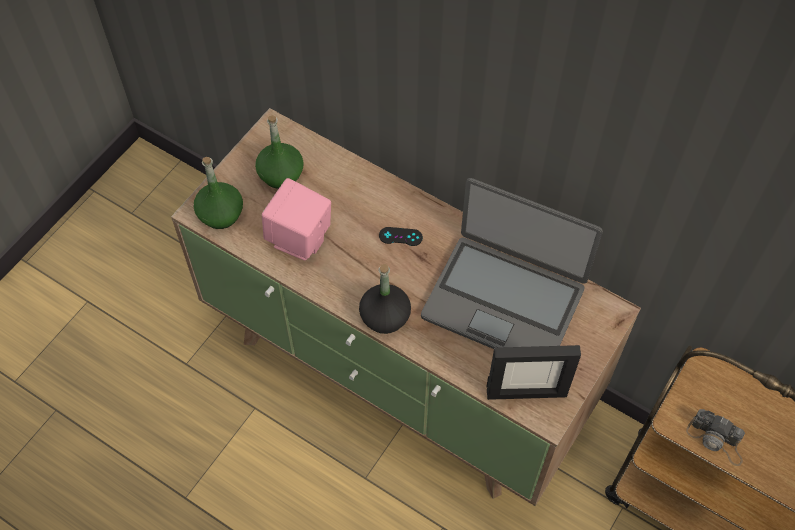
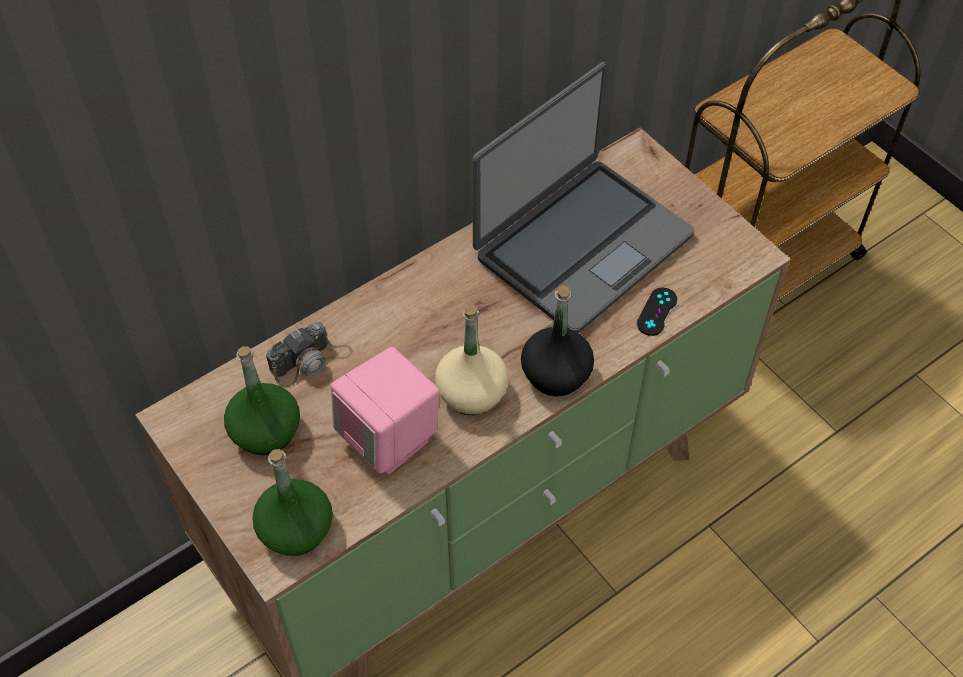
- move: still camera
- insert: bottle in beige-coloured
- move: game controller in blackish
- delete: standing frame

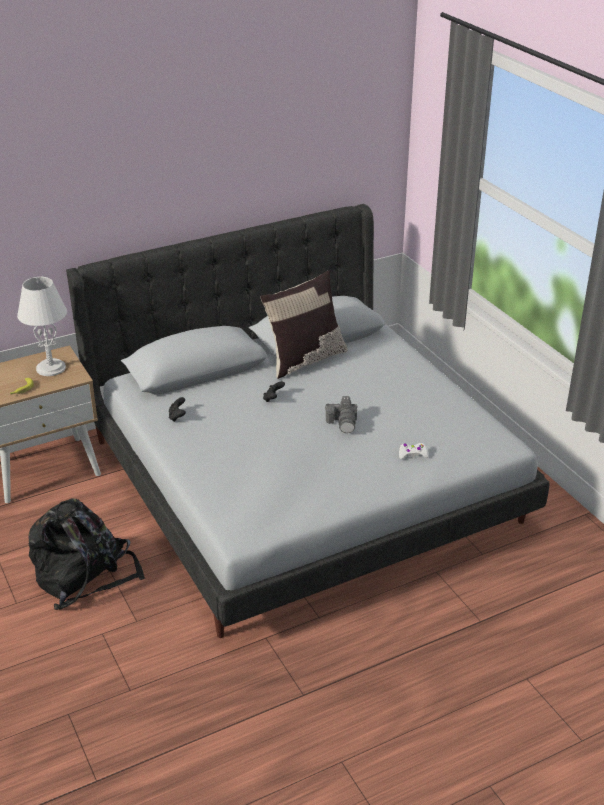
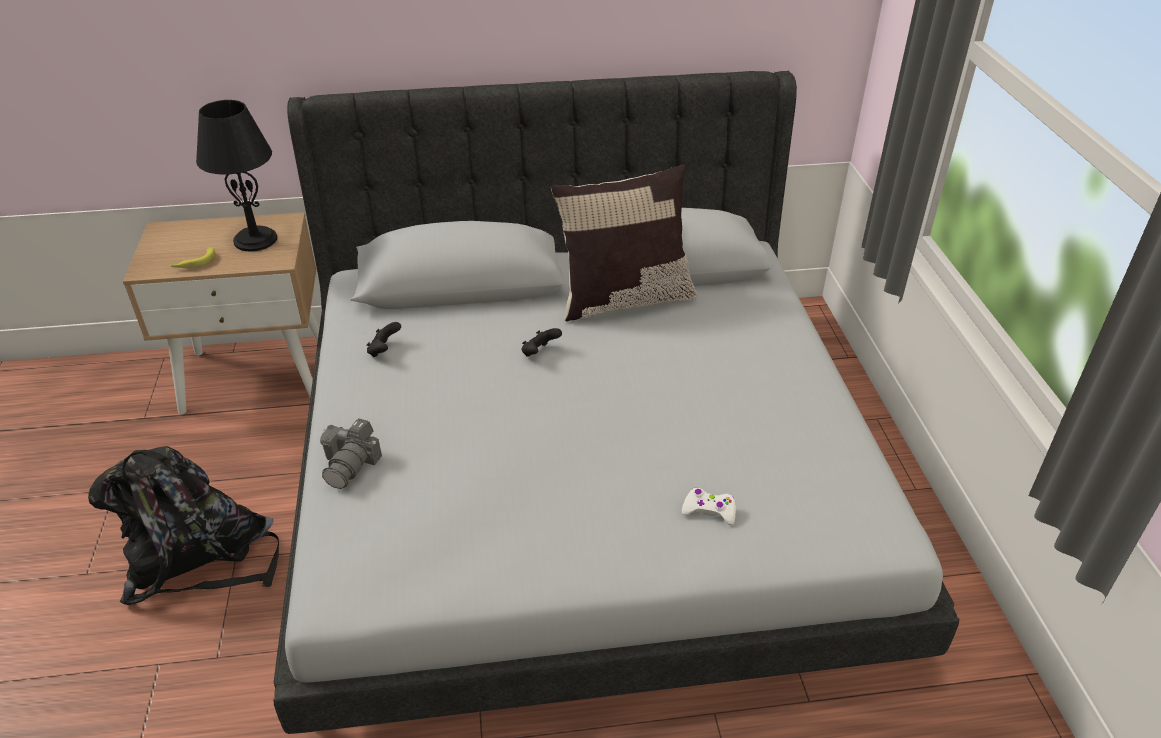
- recolor: lamp for a table in white-coloured to lamp for a table in blackish
- move: still camera

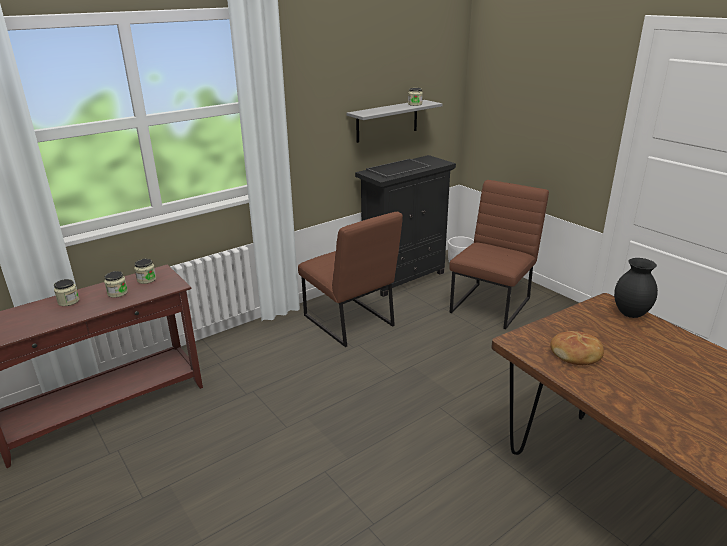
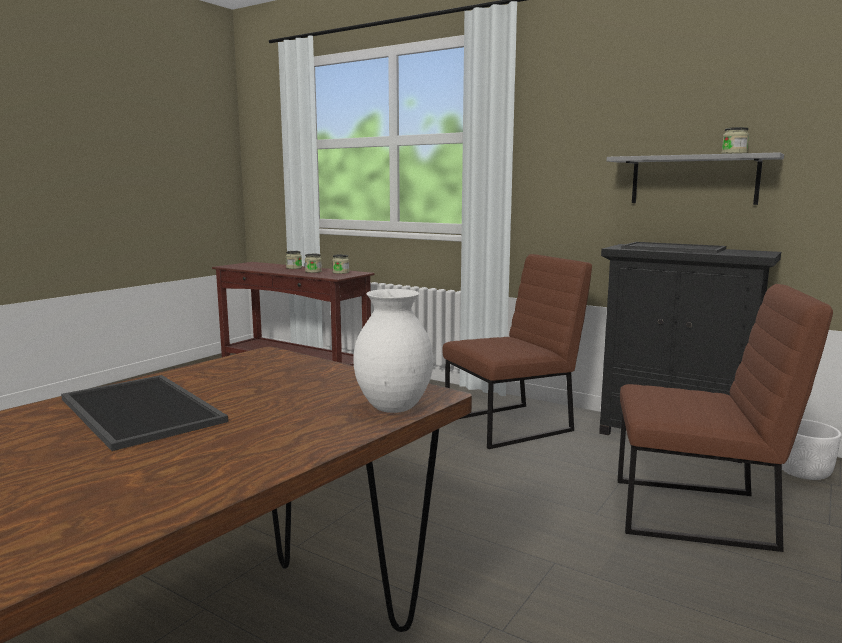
- insert: carrying tray (1st from left)
- recolor: decorative vase in blackish to decorative vase in white-coloured
- rotate: upright chair in brownish (1st from left) 150 degrees counterclockwise
- delete: baked bread

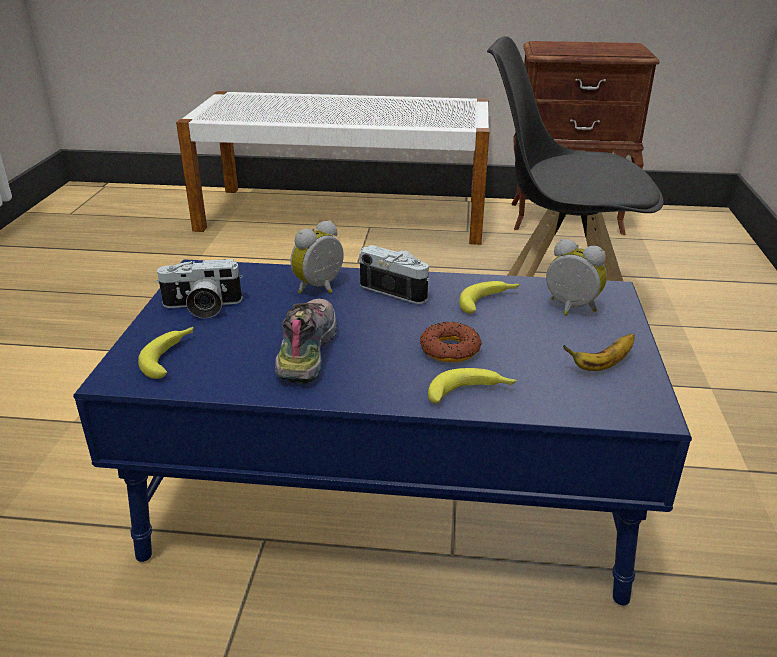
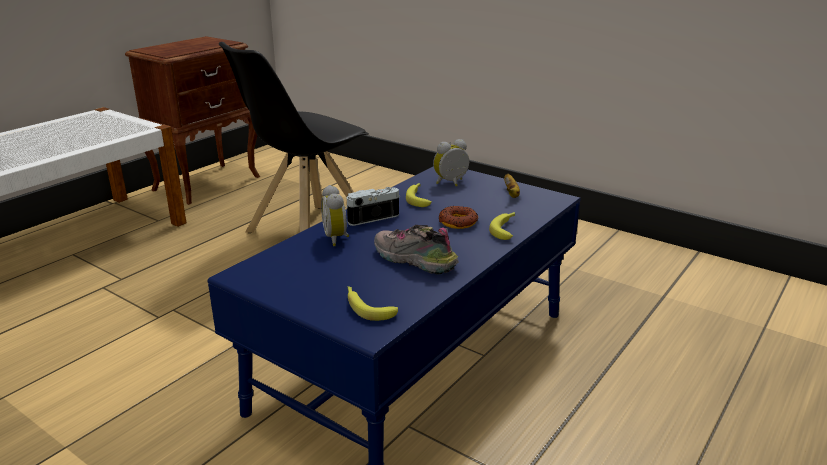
- delete: still camera (1st from left)

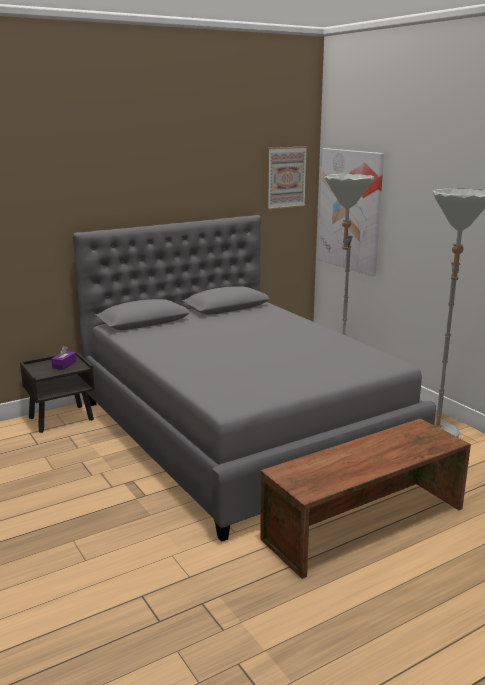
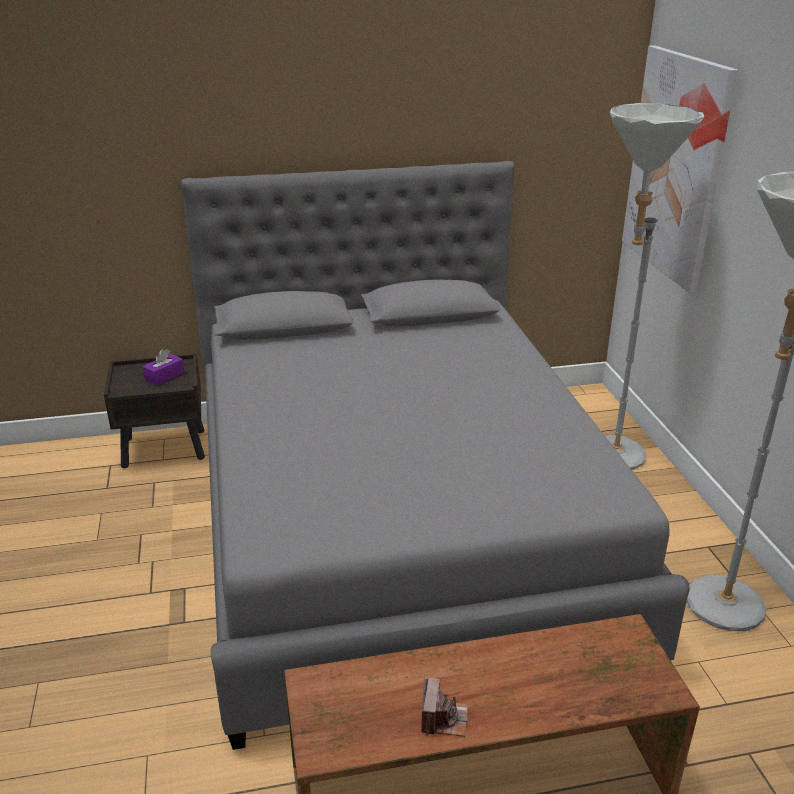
- insert: still camera
- delete: wall art (1st from left)

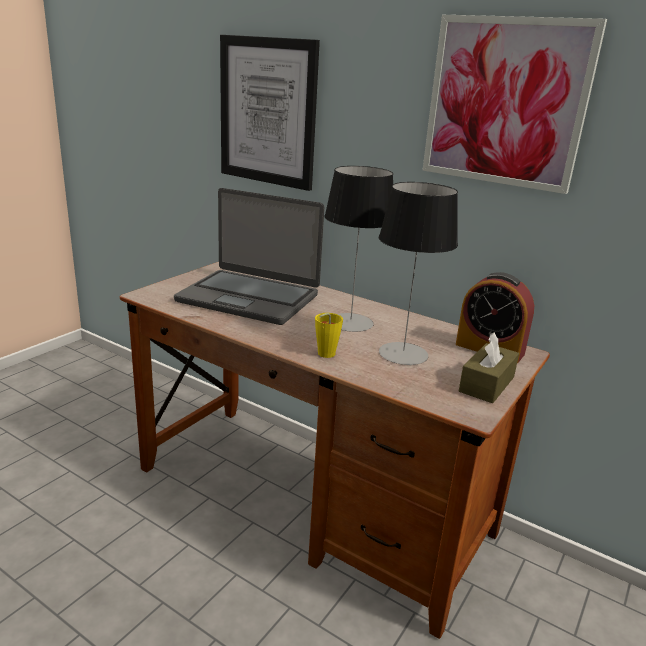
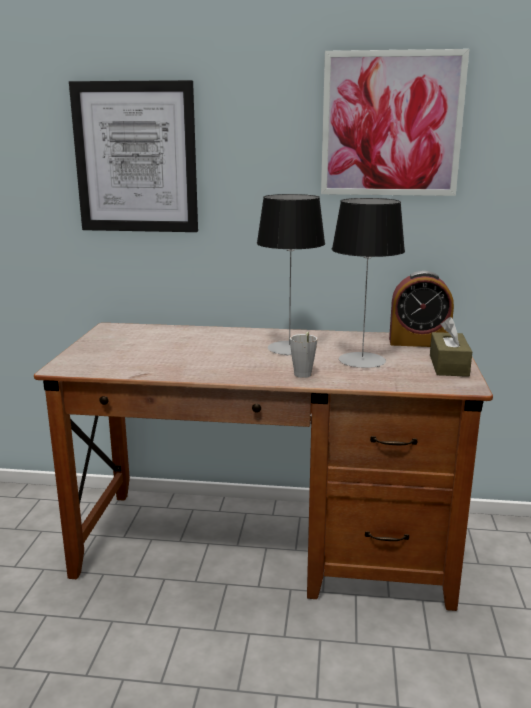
- recolor: drinking cup in yellow-coloured to drinking cup in grey
- delete: laptop

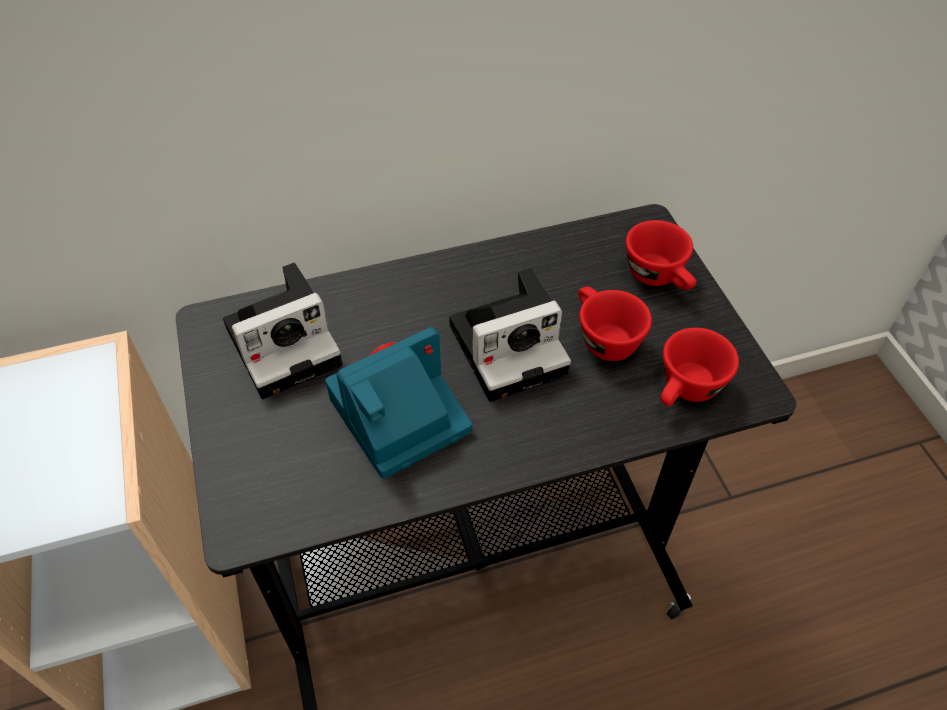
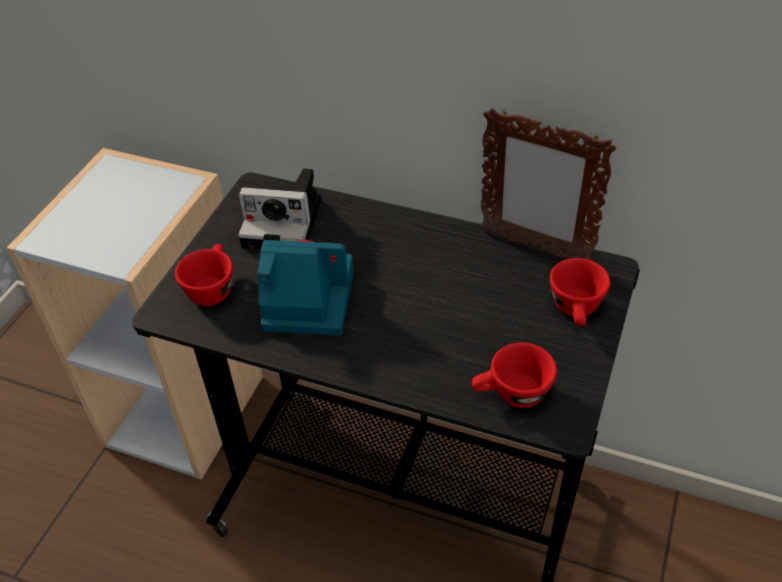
- move: drinking cup in red-coloured (1st from left)
- insert: standing frame
- delete: still camera (3rd from left)

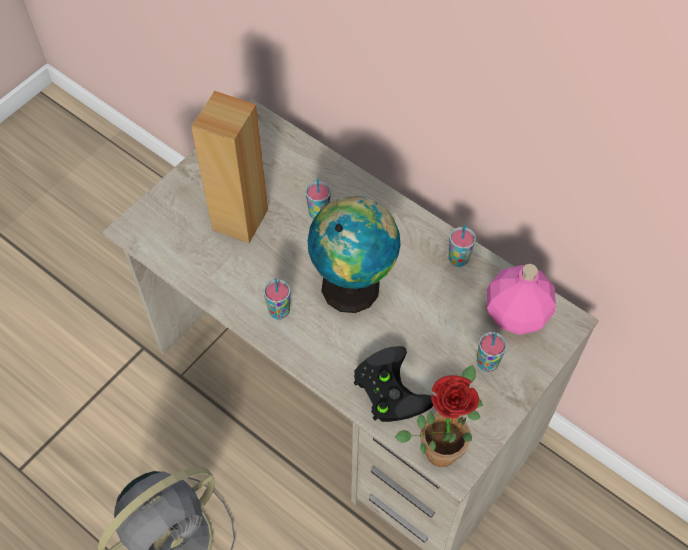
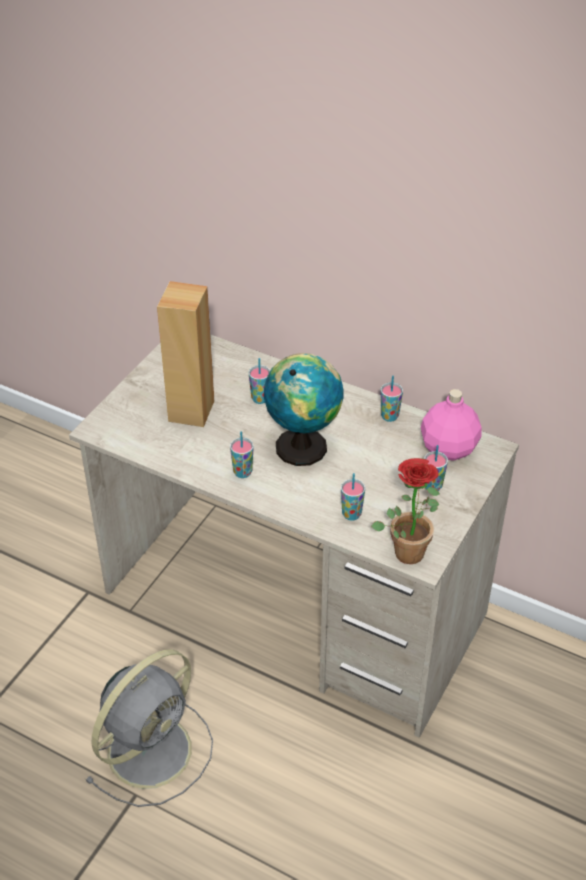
- replace: game controller in blackish to drinking cup (3rd from left)

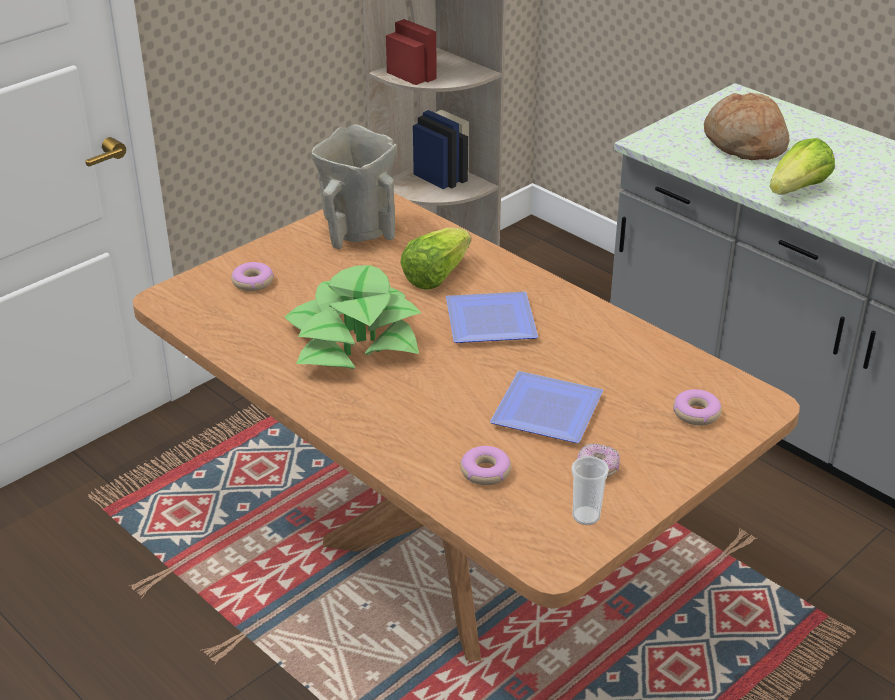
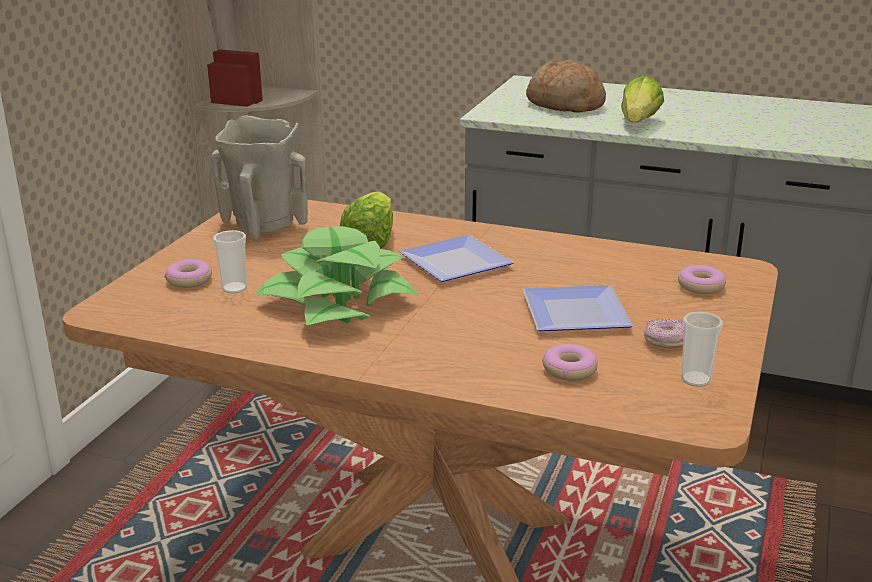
- insert: drinking cup (1st from left)

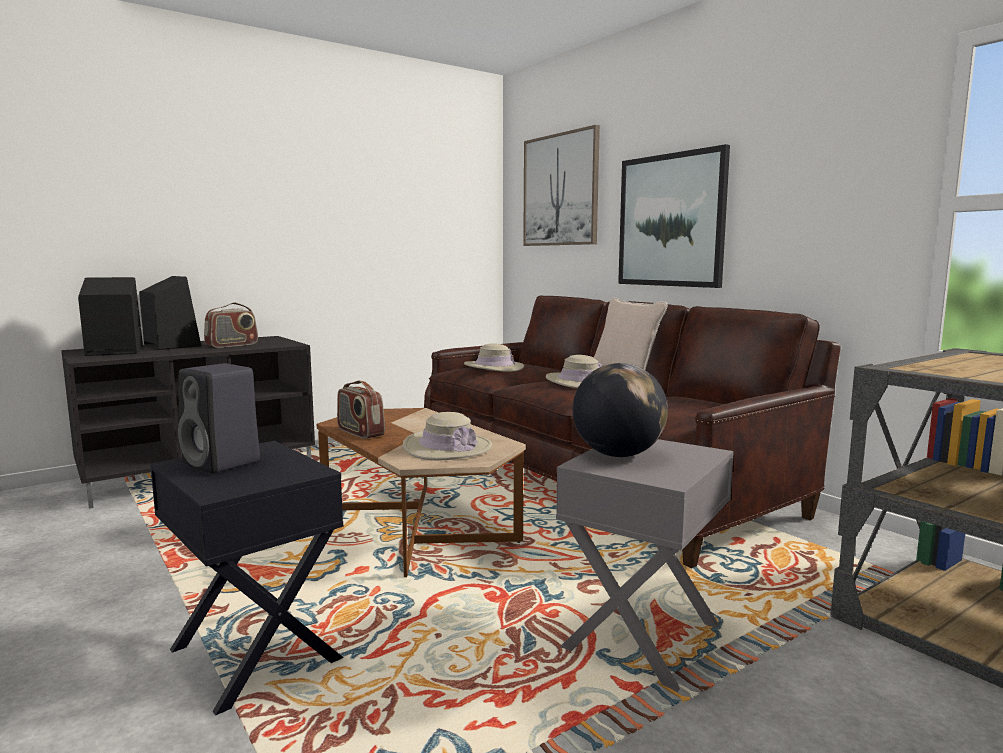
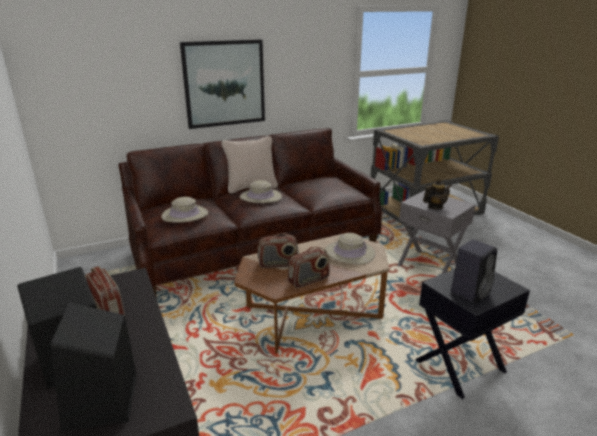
- insert: radio (2nd from left)
- replace: world globe to teapot
- delete: wall art (1st from left)

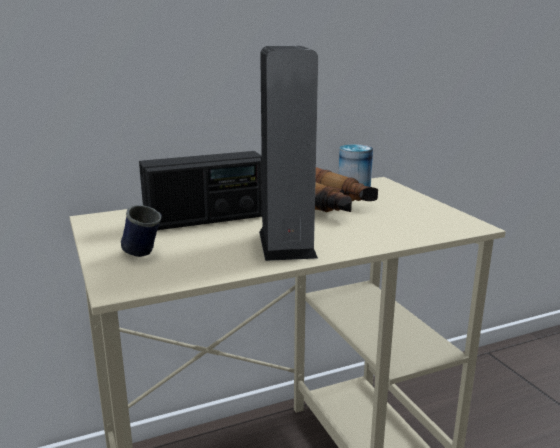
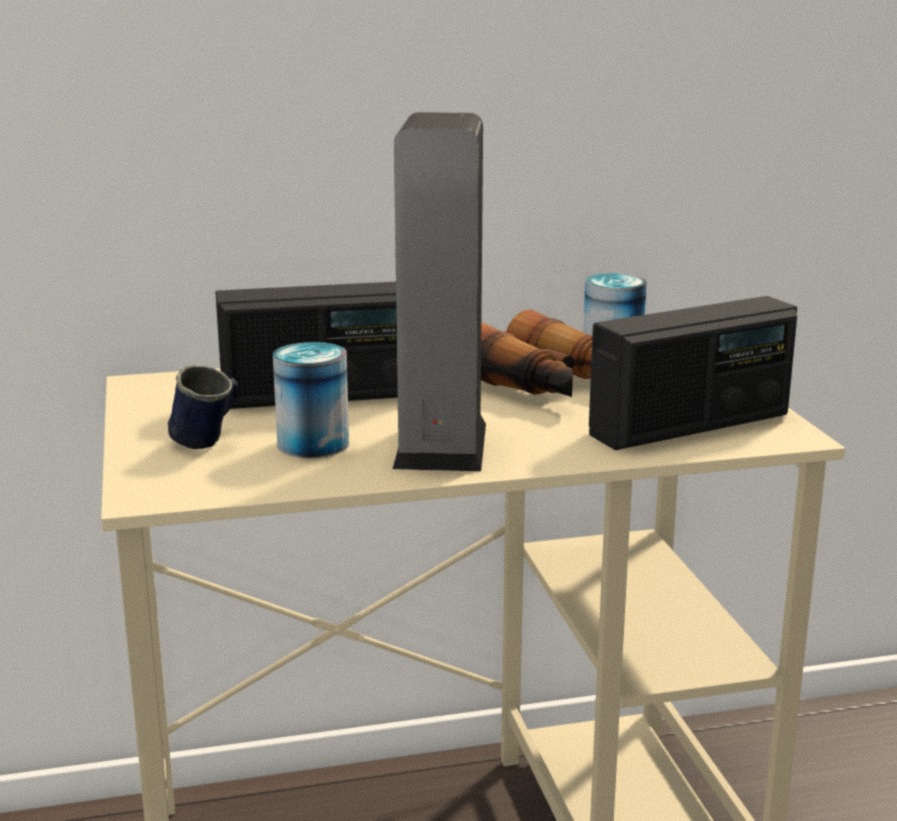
- insert: sealed can (1st from left)
- insert: radio (2nd from left)

